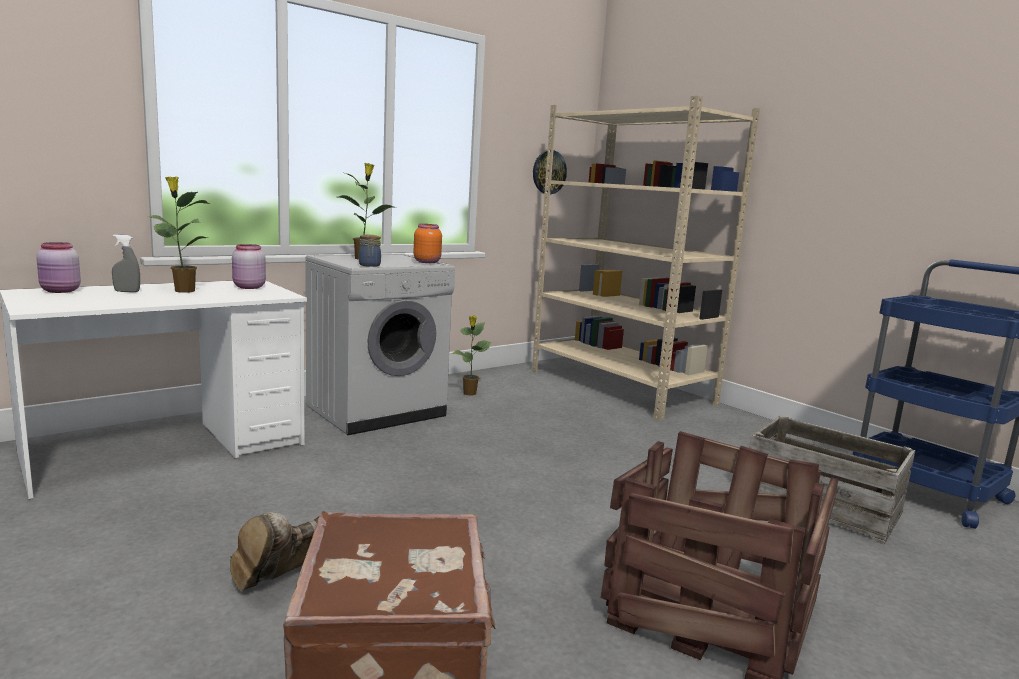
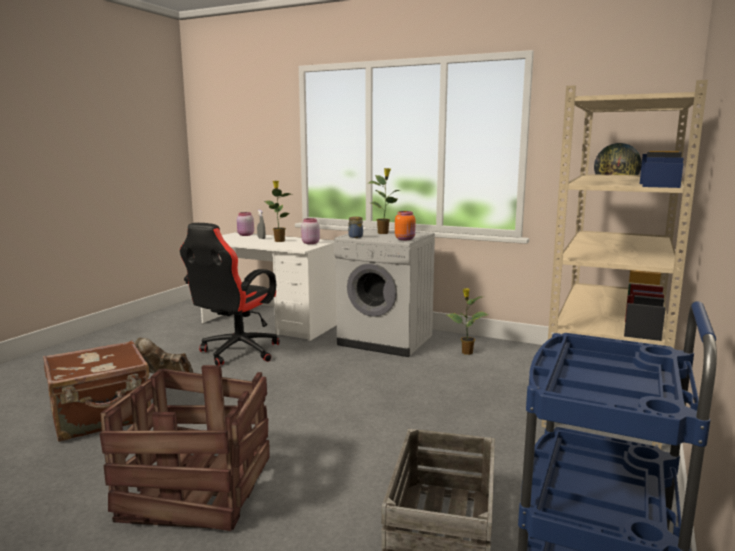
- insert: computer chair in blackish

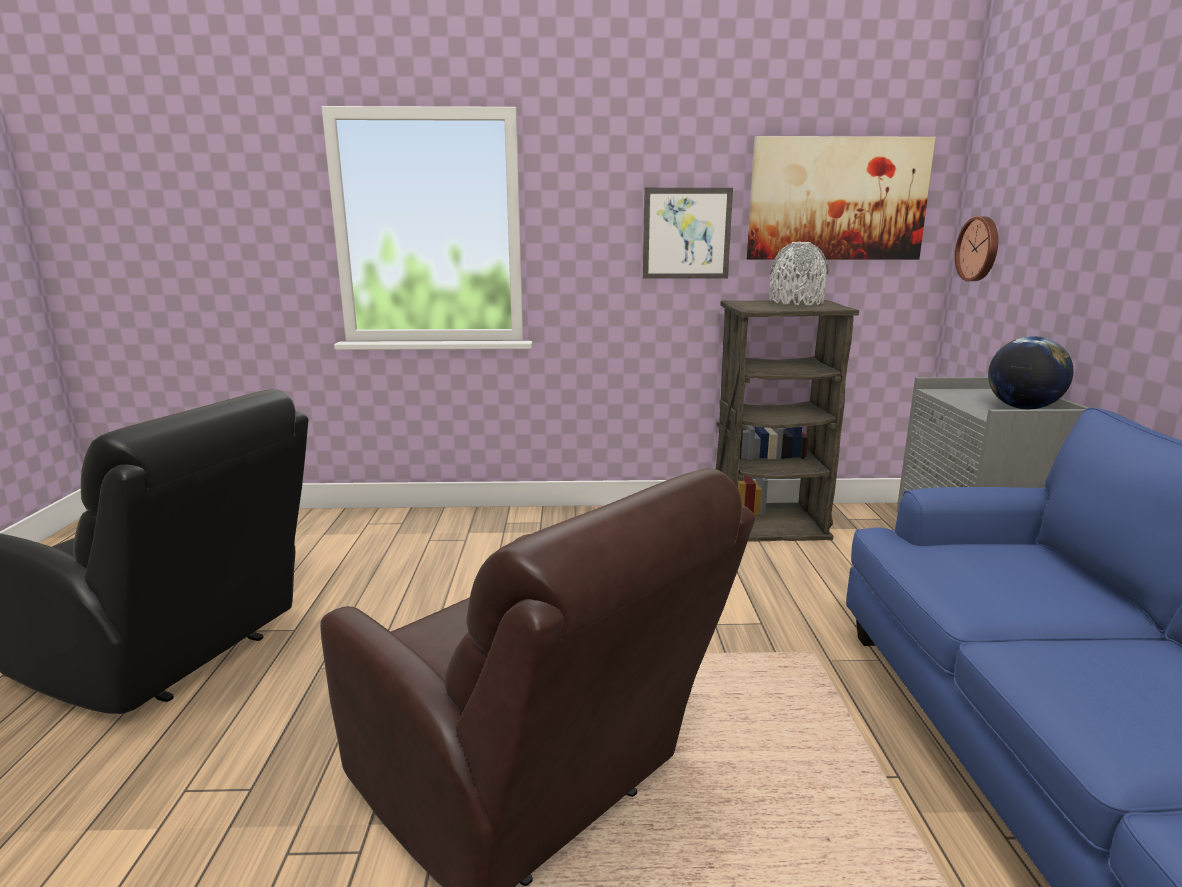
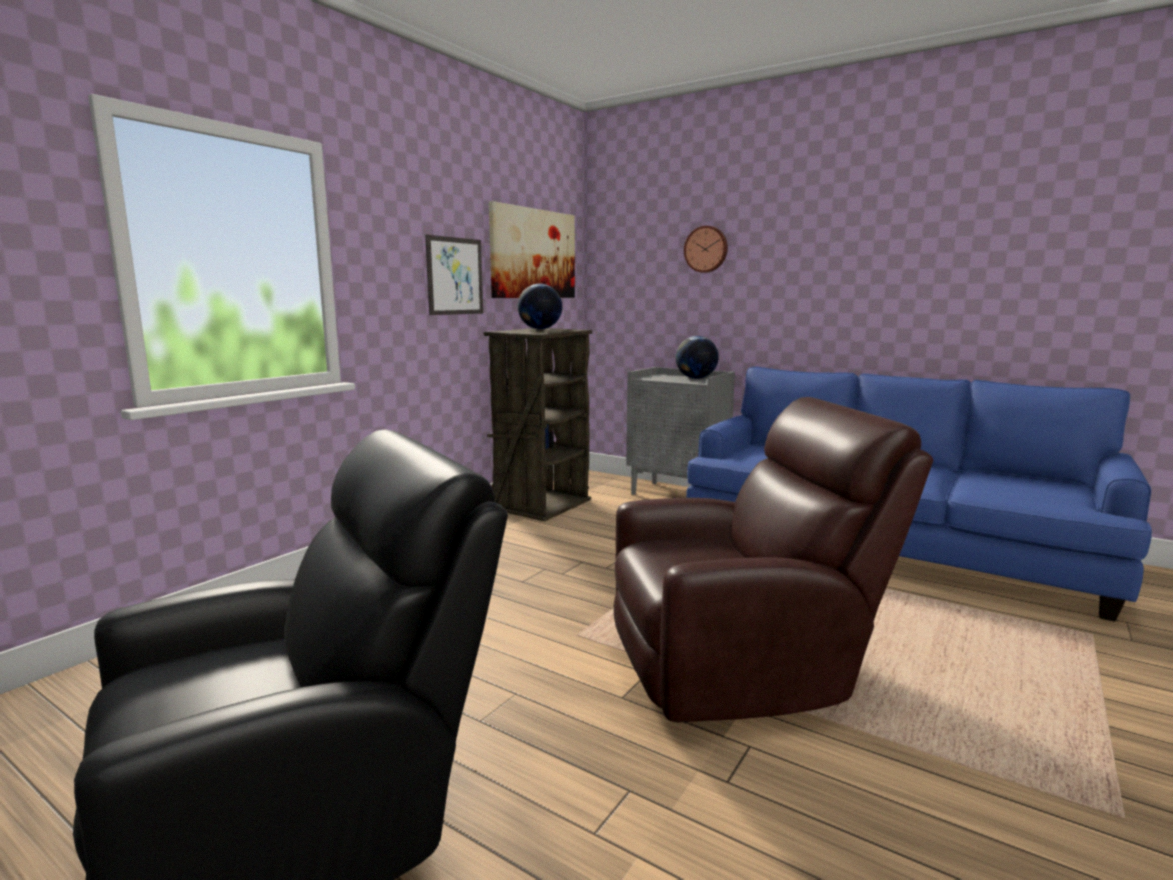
- replace: decorative vase in grey to world globe (1st from left)
- move: wall clock

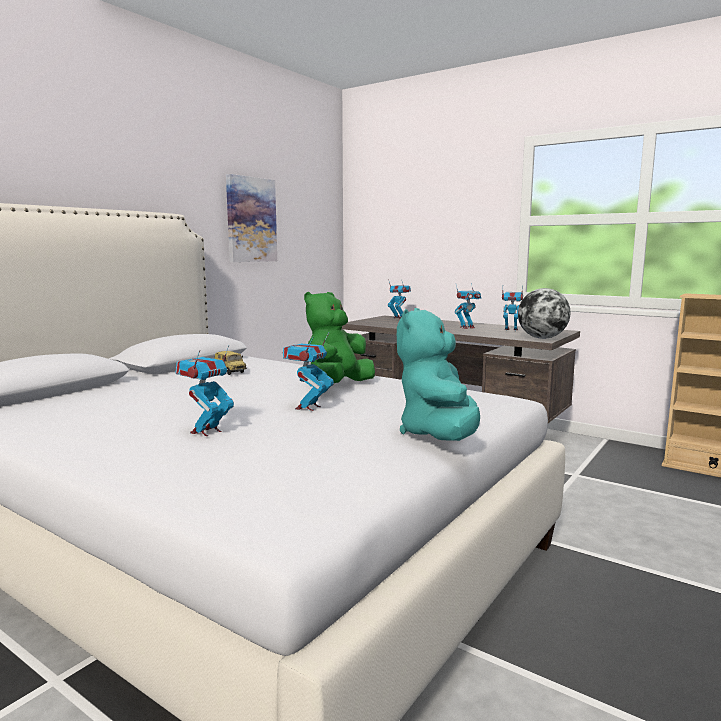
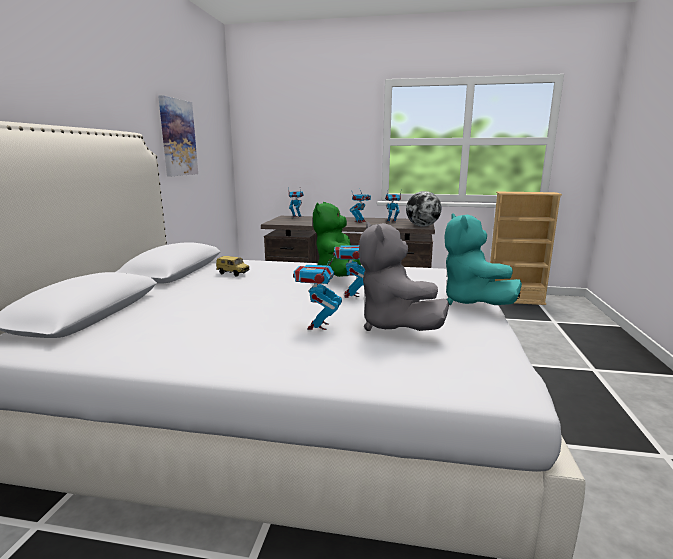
- insert: soft toy in grey

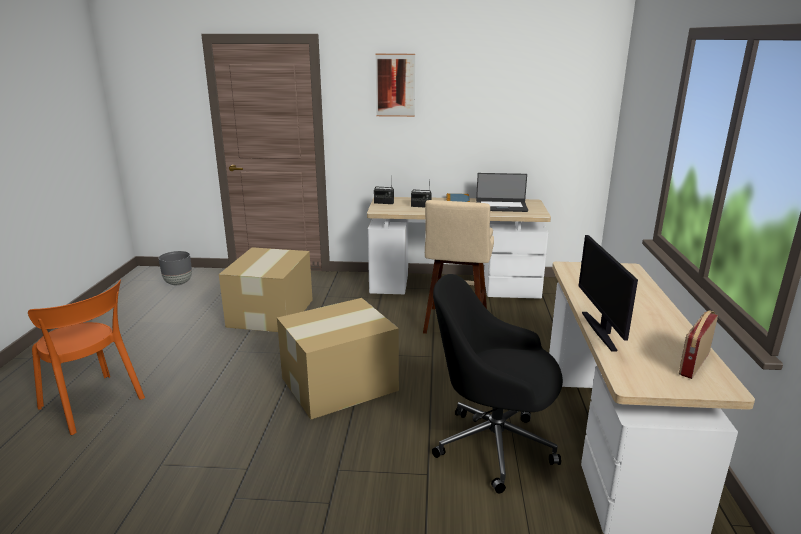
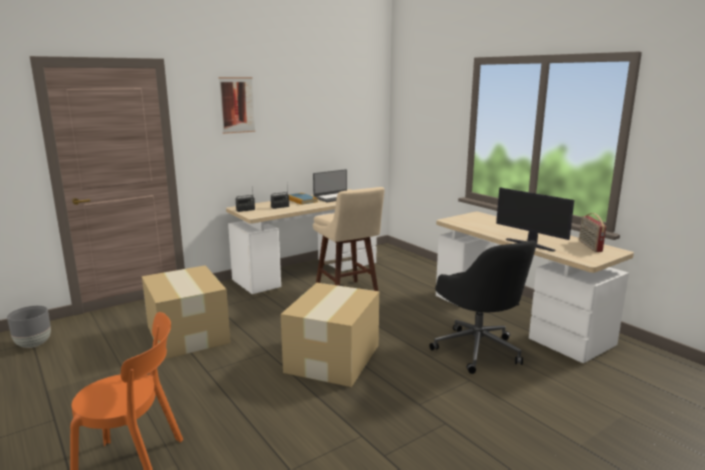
- rotate: computer chair in blackish 90 degrees counterclockwise

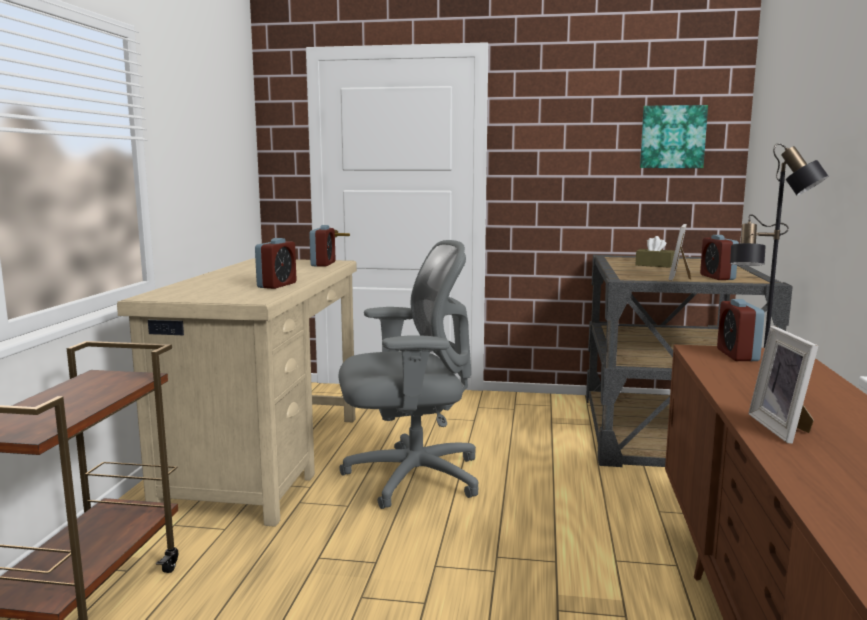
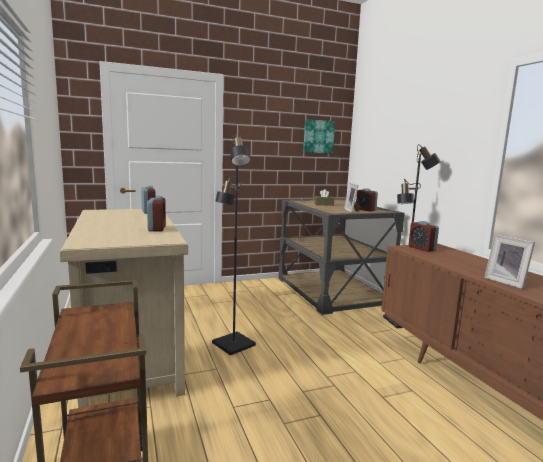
- replace: computer chair in grey to floor lamp in blackish (1st from left)

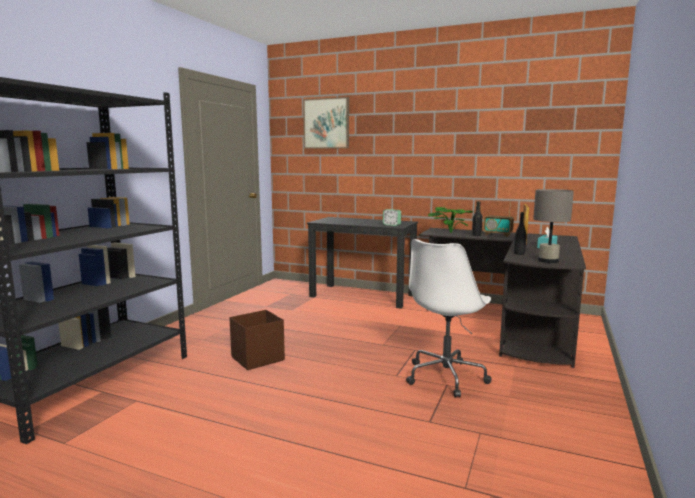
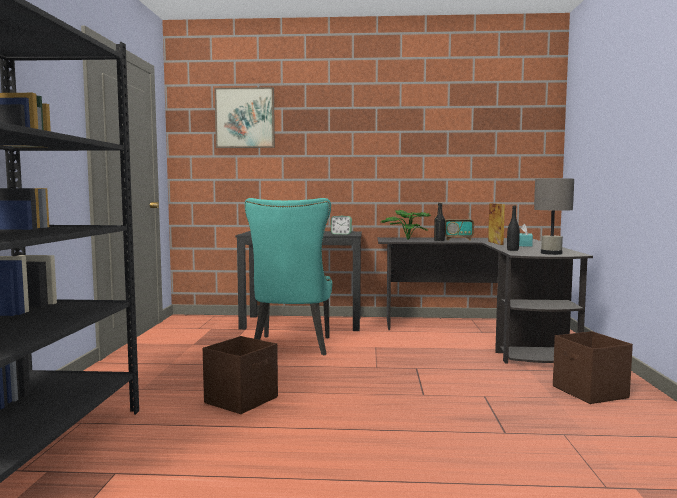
- insert: upright chair in turquoise
- insert: storage bin in brownish (2nd from left)
- delete: computer chair in white-coloured

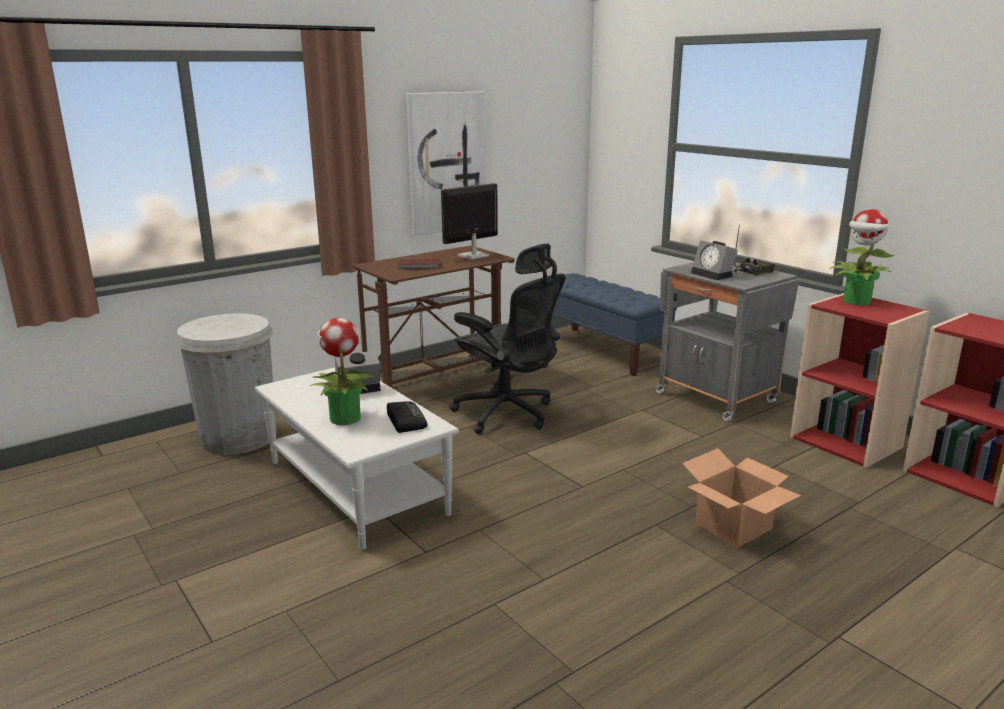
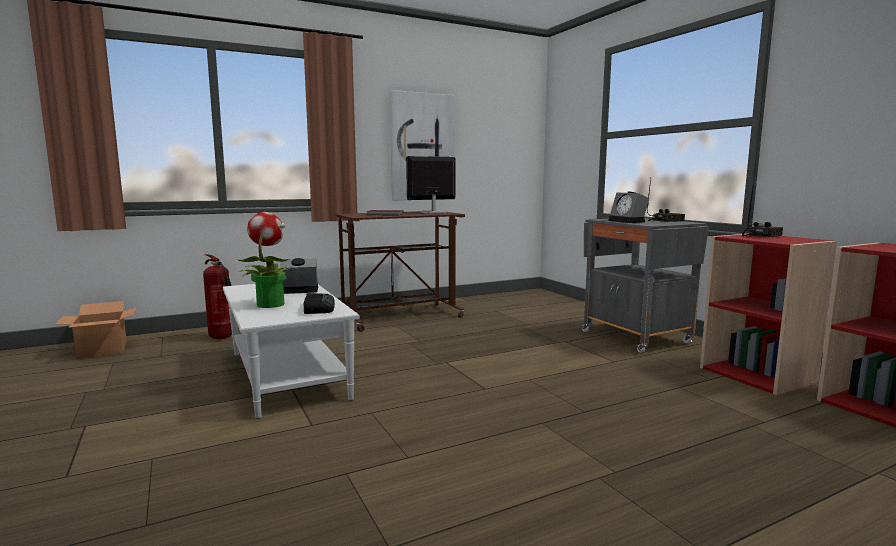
- move: carton
- replace: rubbish bin in white-coloured to fire extinguisher
- replace: plant in a pot (2nd from left) to radio (3rd from left)
- delete: computer chair
- delete: bench in blue

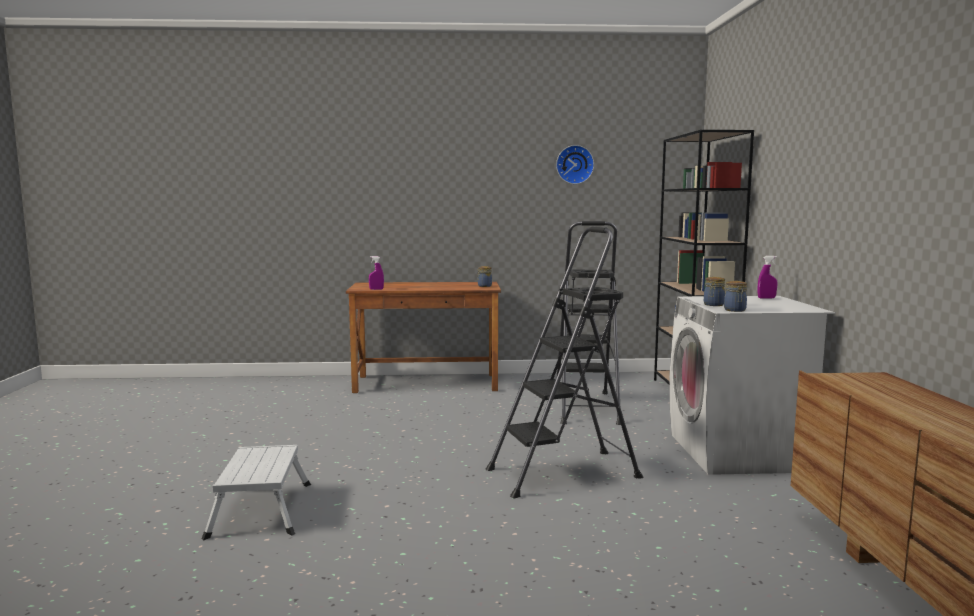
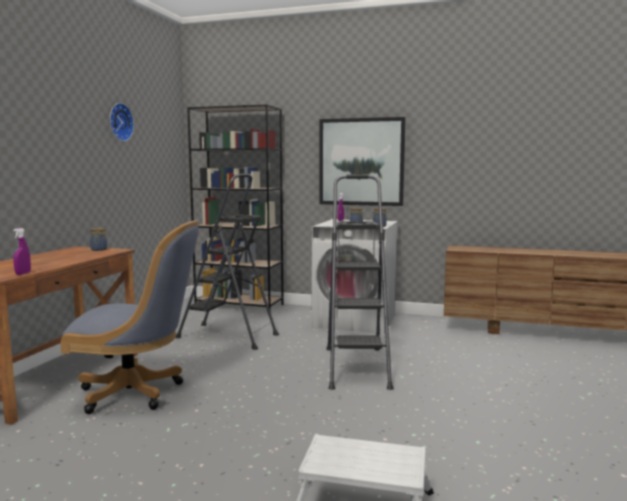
- insert: computer chair in blue
- insert: wall art

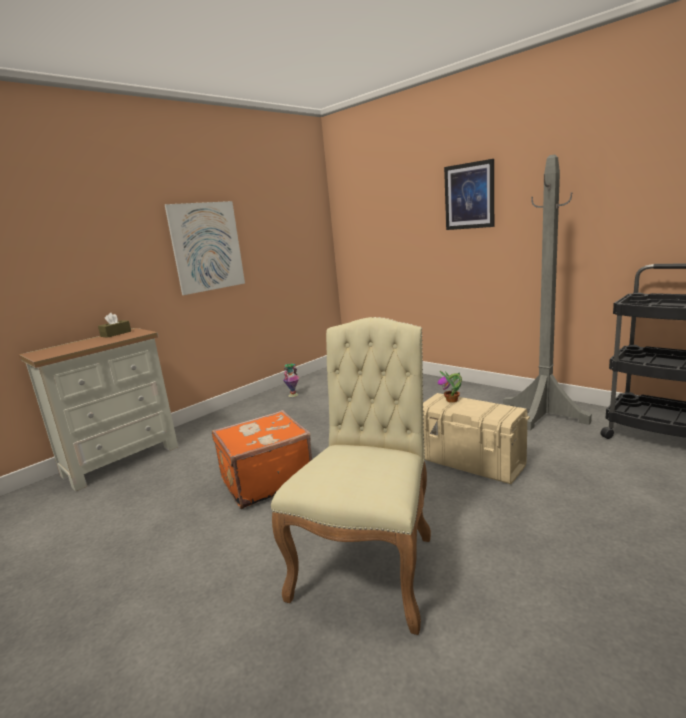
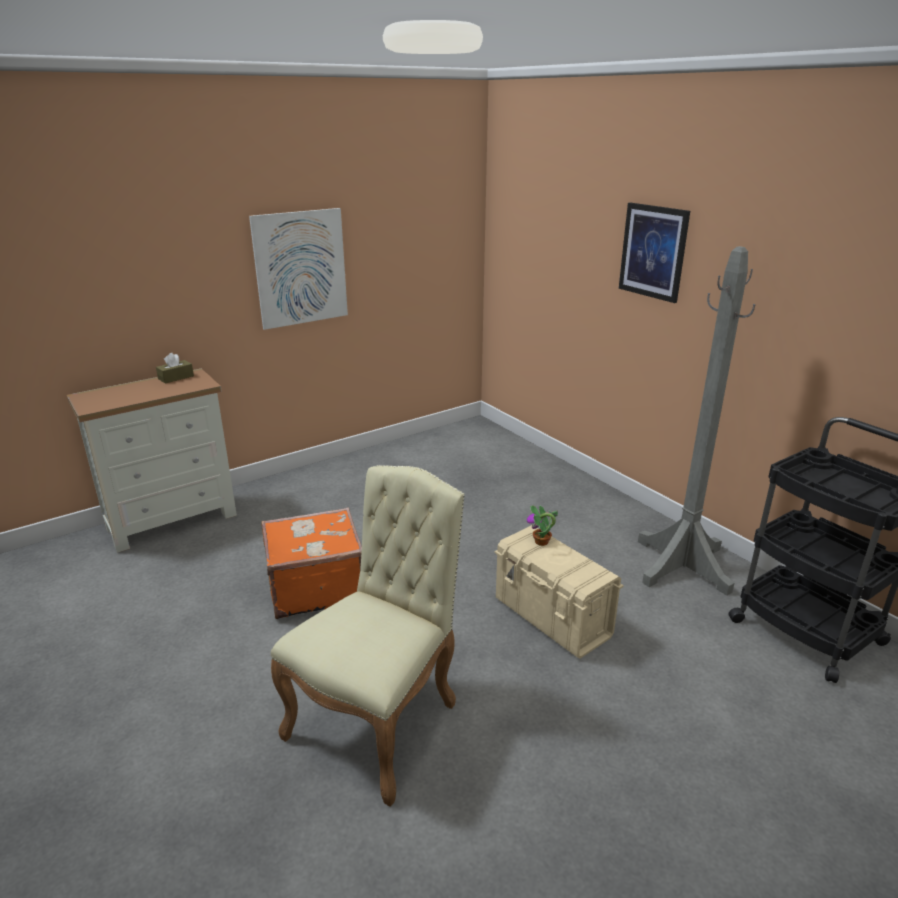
- delete: decorative vase

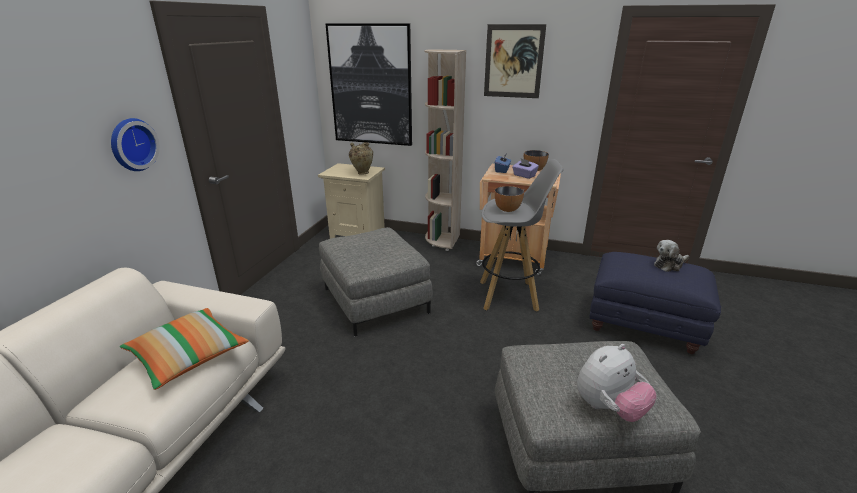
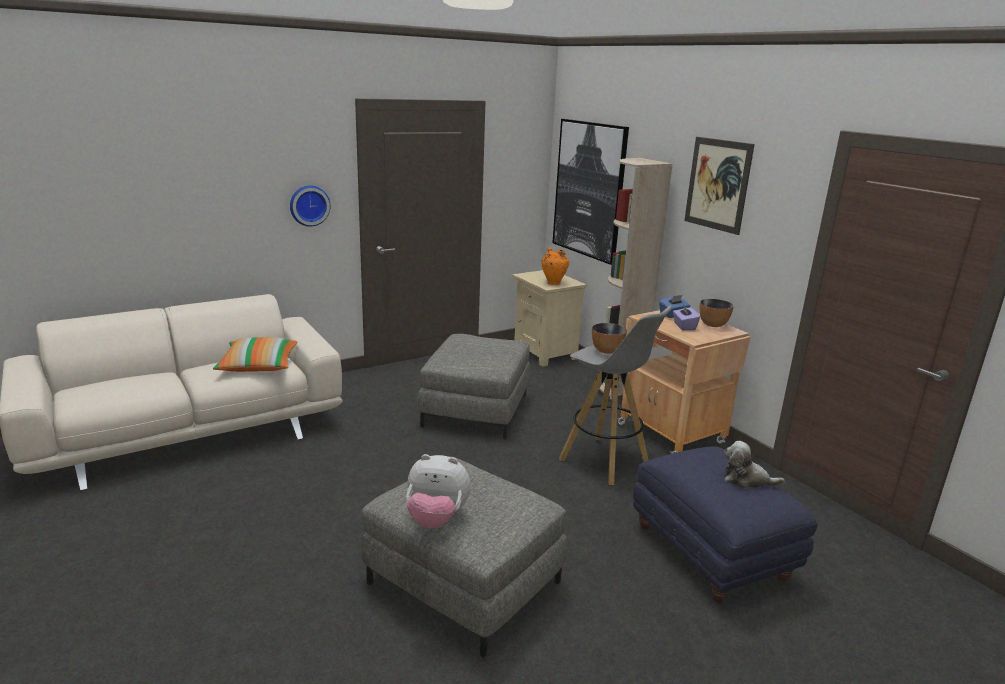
- recolor: decorative vase in beige-coloured to decorative vase in orange-coloured

